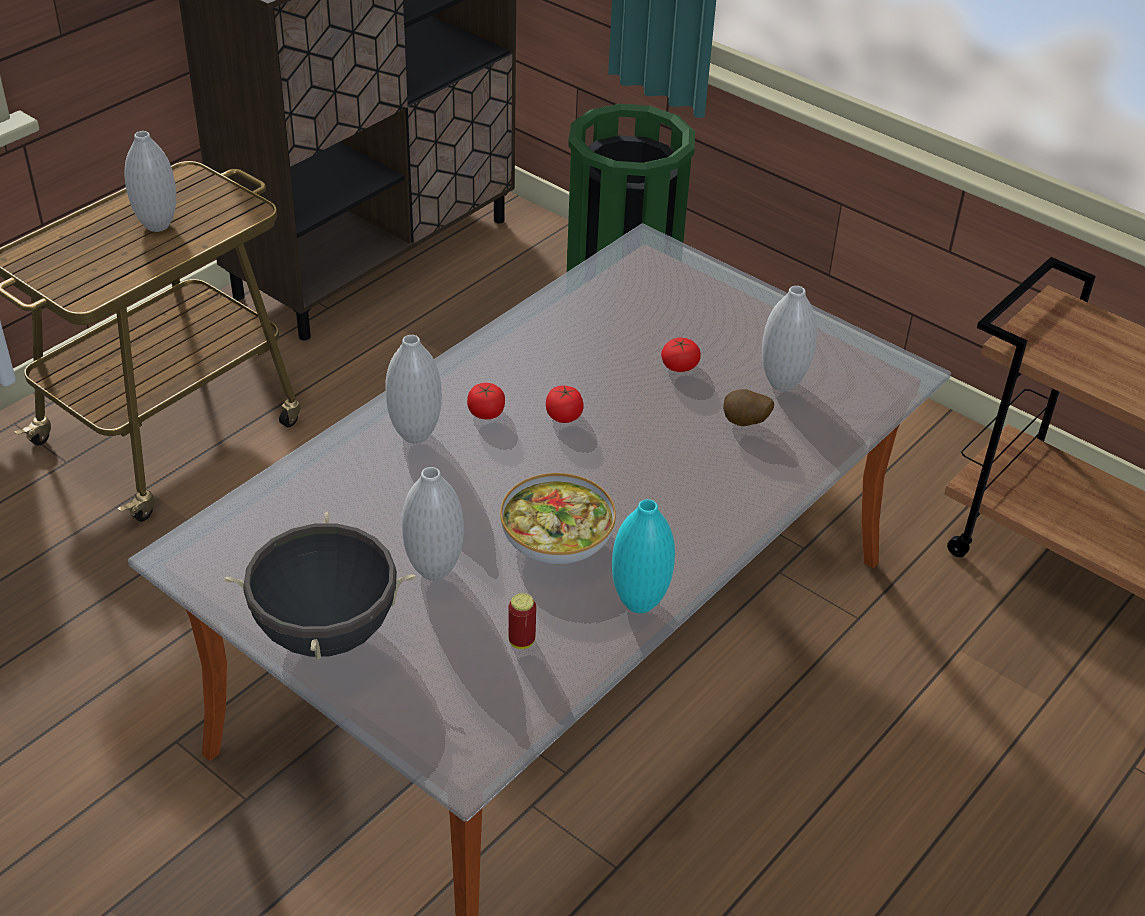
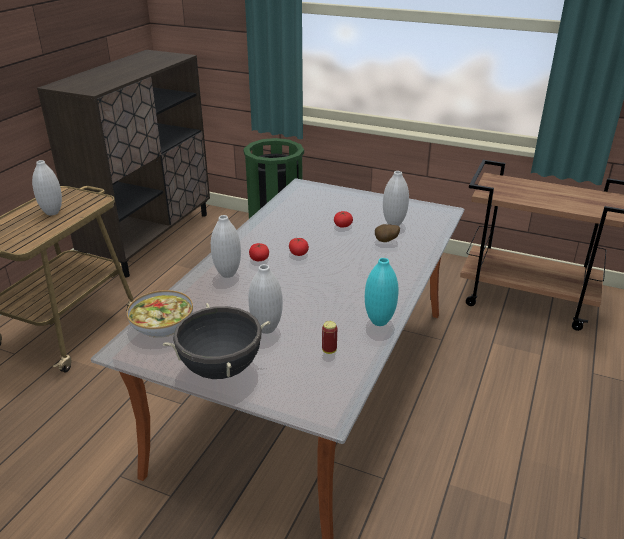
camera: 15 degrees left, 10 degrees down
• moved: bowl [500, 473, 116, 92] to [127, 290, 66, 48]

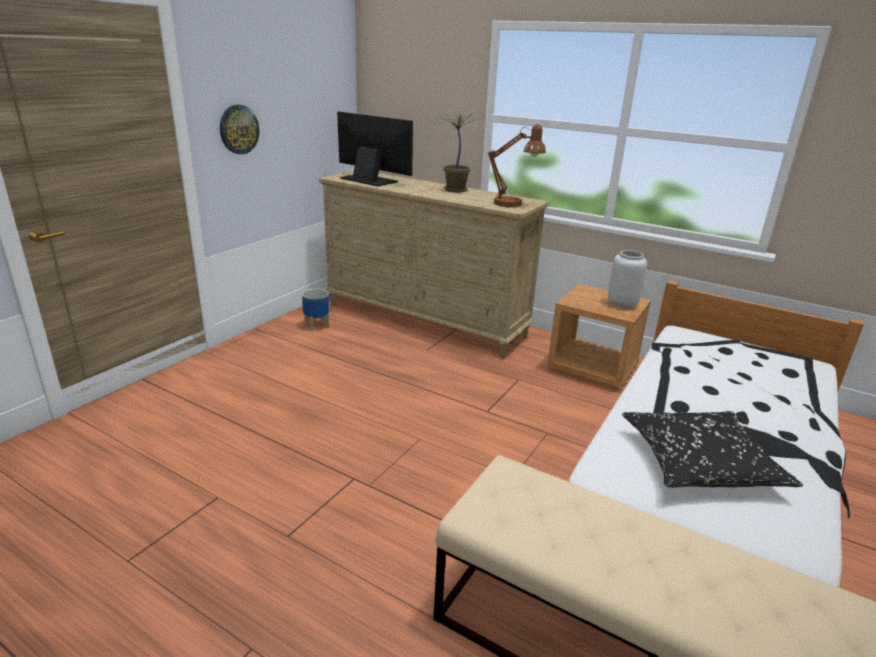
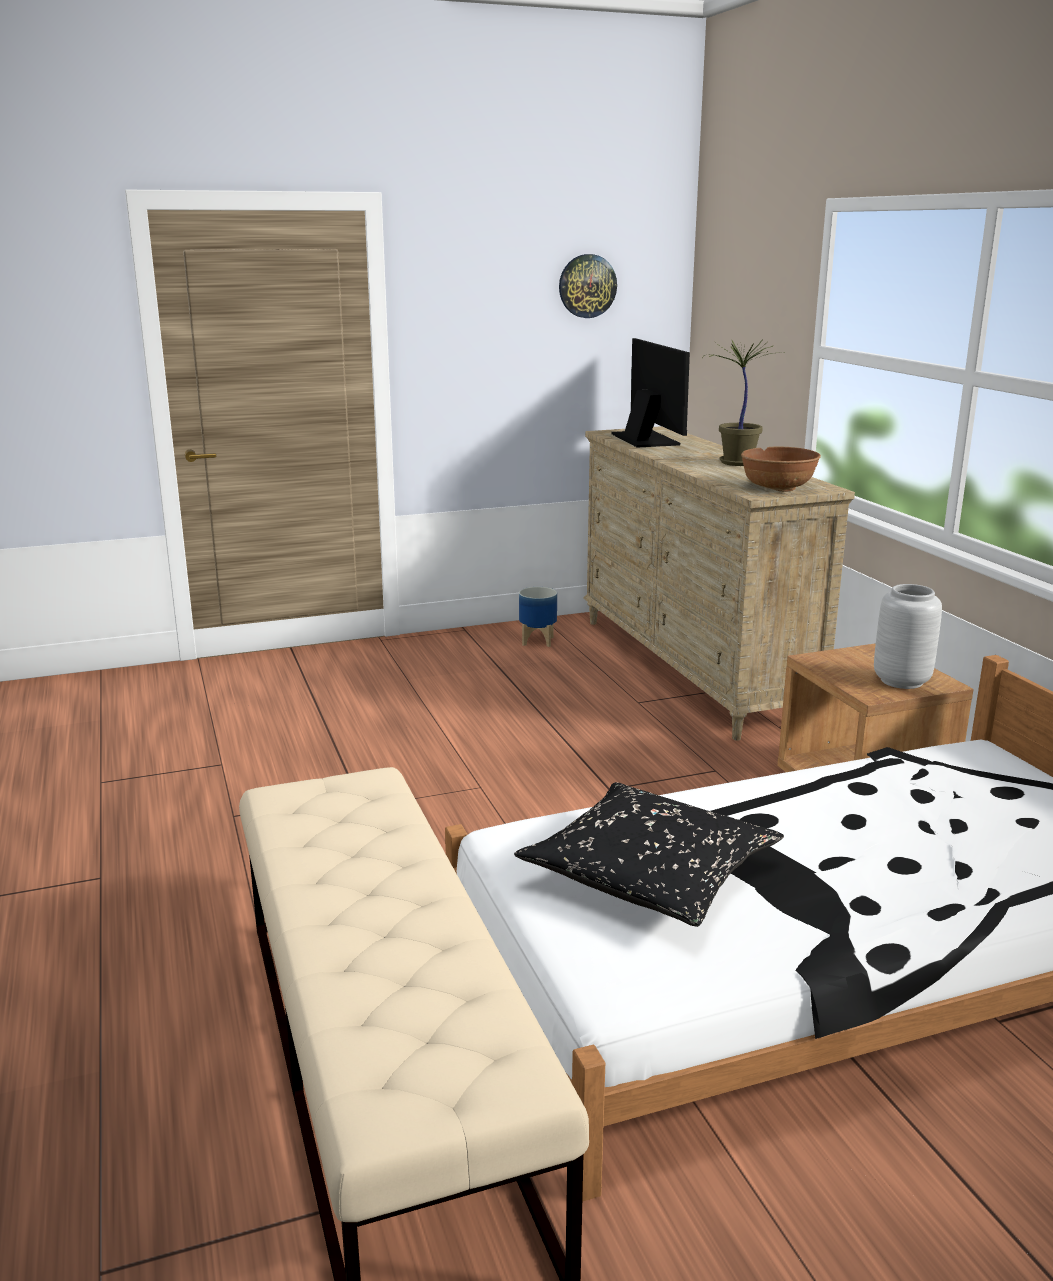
camera: 40 degrees right, 5 degrees down
• moved: wall_clock [220, 105, 39, 49] to [559, 254, 58, 64]
• replaced: brown_table_lamp [488, 124, 58, 83] to brown_bowl [741, 447, 80, 45]

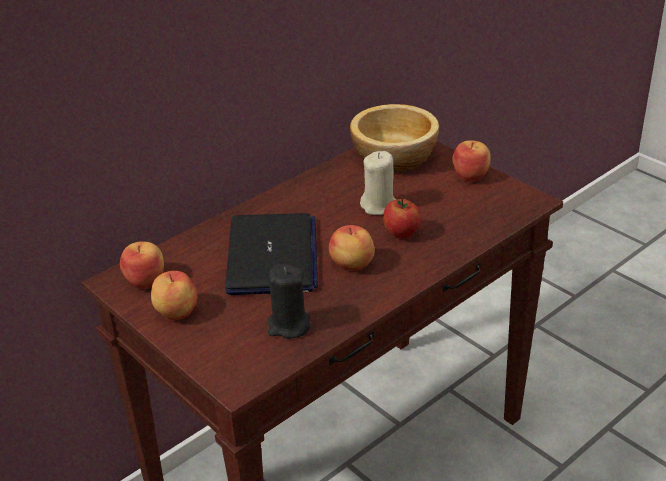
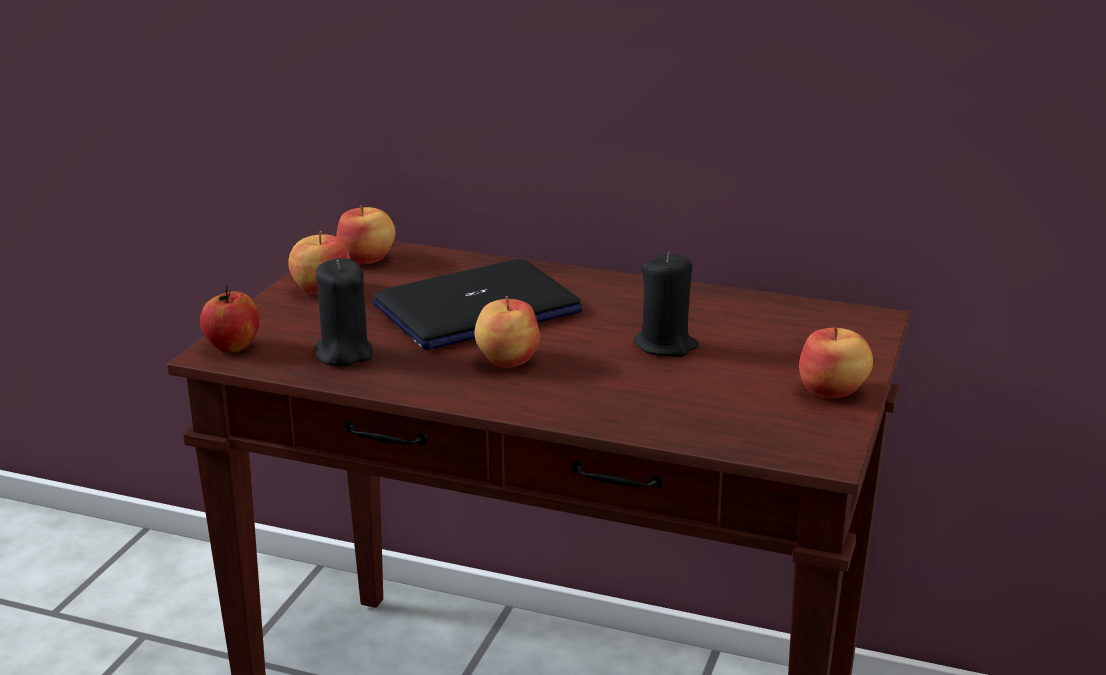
camera: 60 degrees right, 10 degrees down
• removed: bowl [350, 104, 89, 68]
• recoloured: beige_candle [360, 151, 36, 64] to black_candle [634, 252, 65, 105]
• moved: apple [383, 197, 39, 42] to [200, 284, 60, 69]

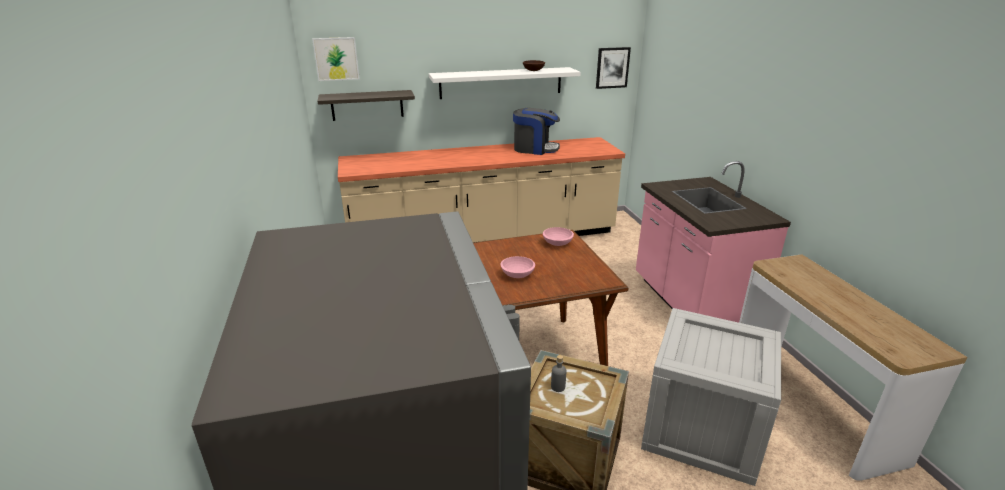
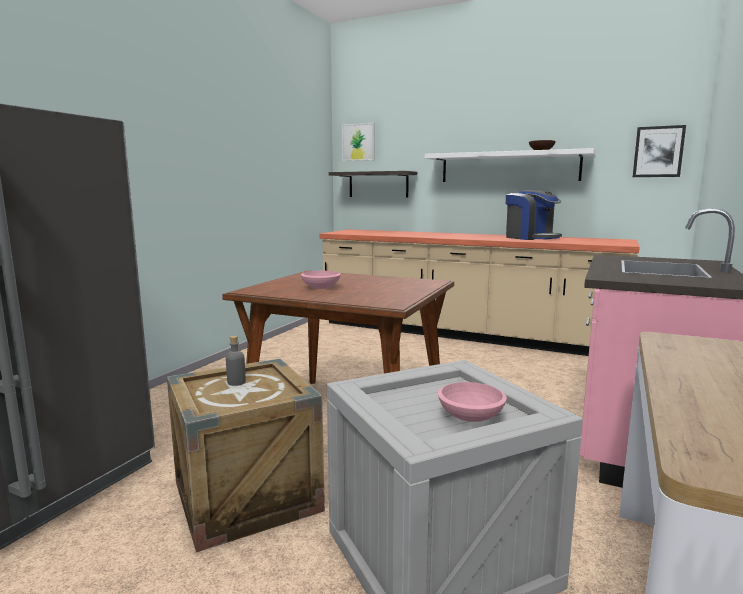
camera: 40 degrees right, 15 degrees down
• moved: pink_bowl [543, 227, 31, 19] to [438, 382, 69, 40]

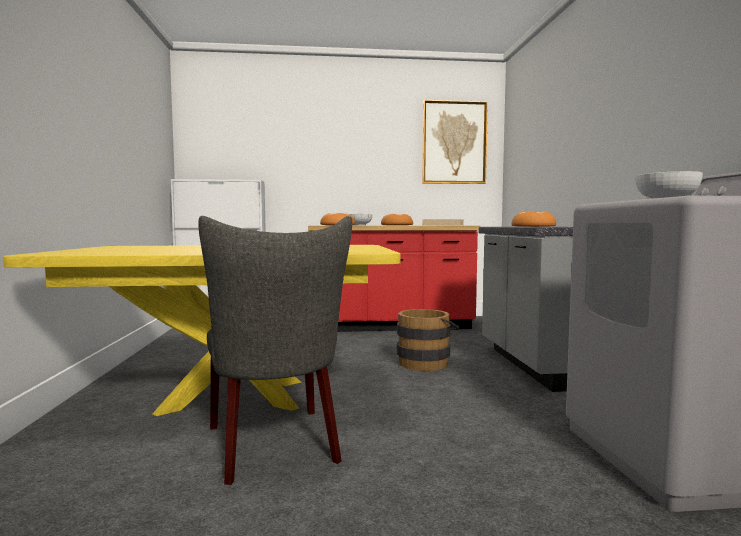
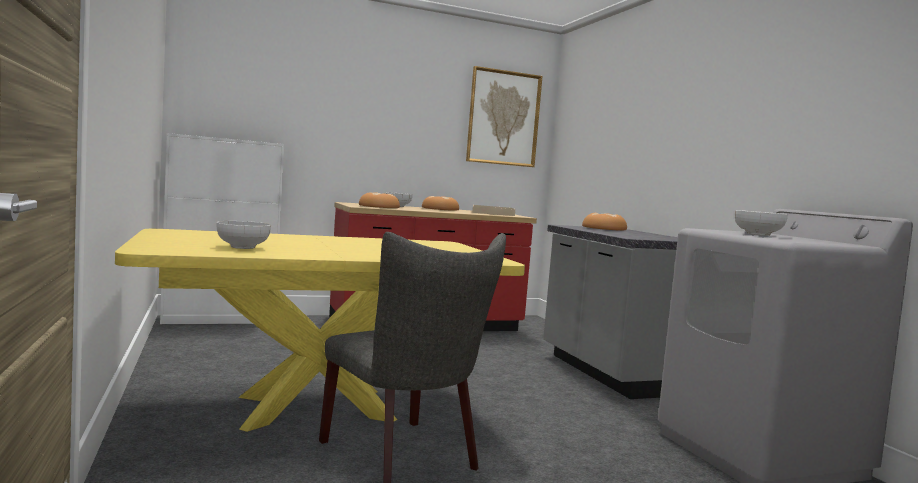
camera: 15 degrees left, 0 degrees up
• removed: brown_bucket [397, 309, 62, 62]
• added: bowl [216, 221, 55, 28]

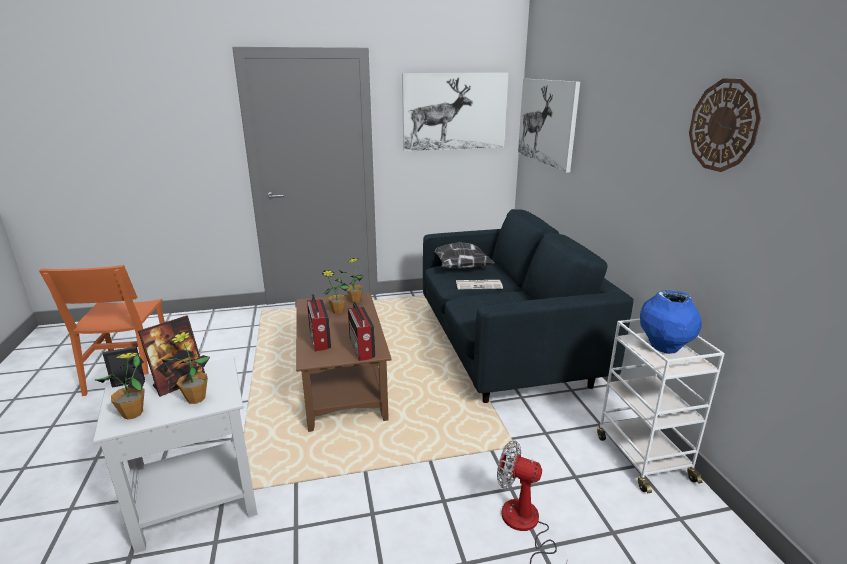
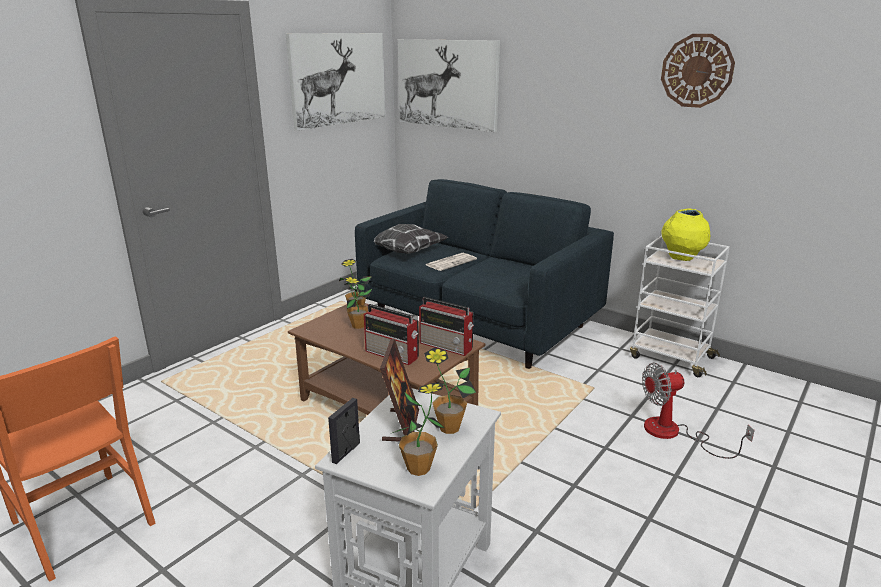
camera: 40 degrees left, 0 degrees up
• recoloured: blue_vase [640, 290, 62, 64] to yellow_vase [662, 209, 48, 52]

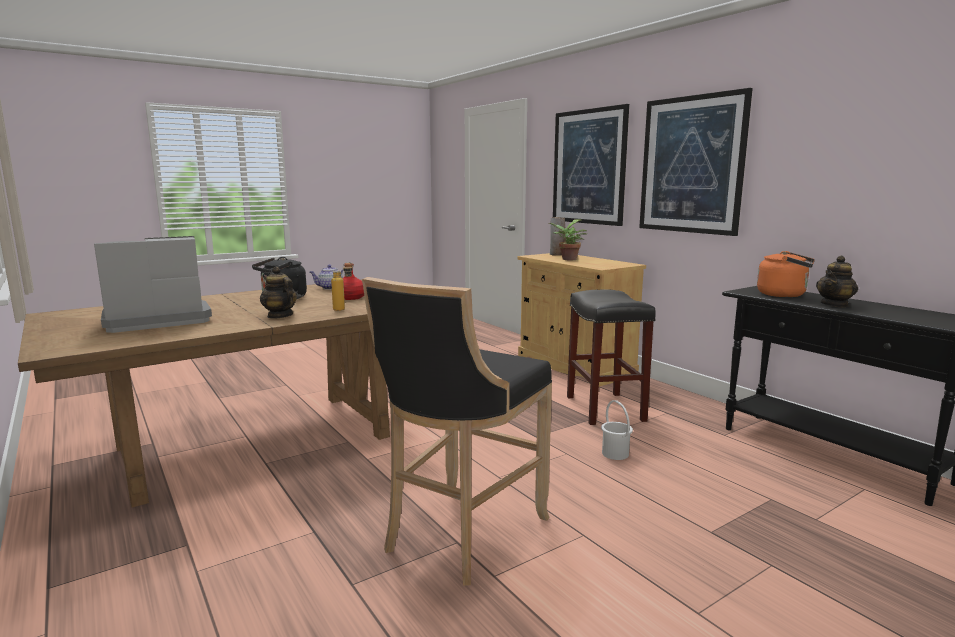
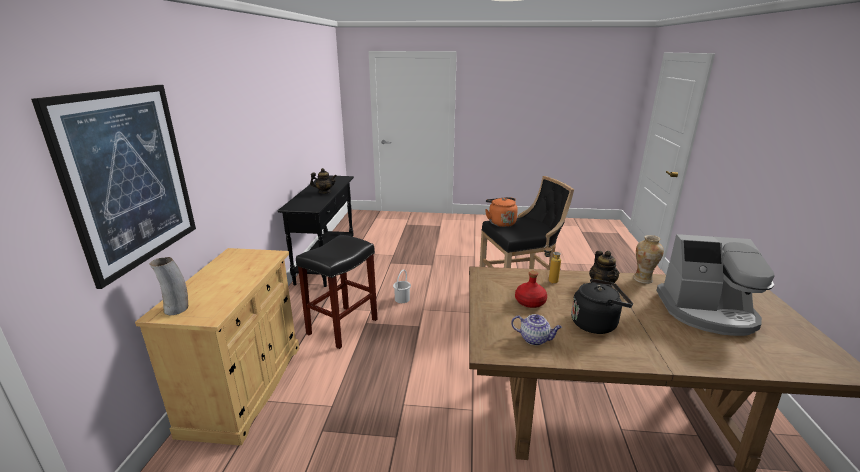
camera: 140 degrees left, 10 degrees up
• removed: picture [639, 88, 114, 148]
• removed: potted_plant [548, 219, 39, 41]
• moved: orange_kettle [757, 251, 58, 46] to [485, 197, 33, 30]
• added: vase [633, 235, 31, 49]

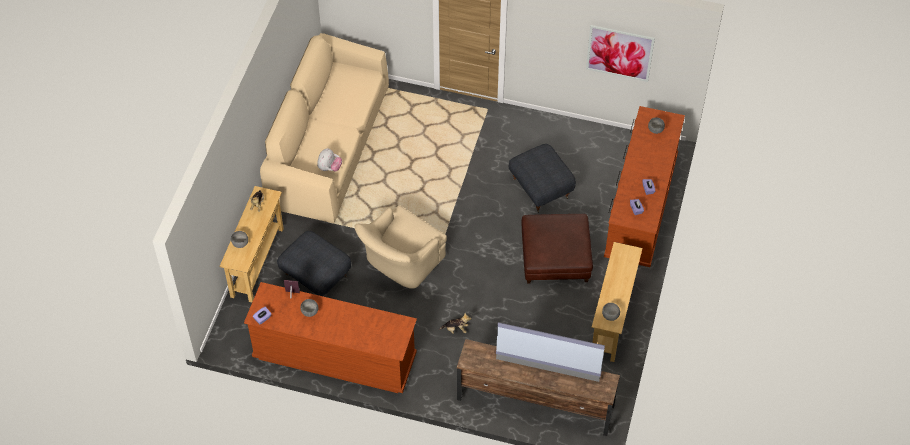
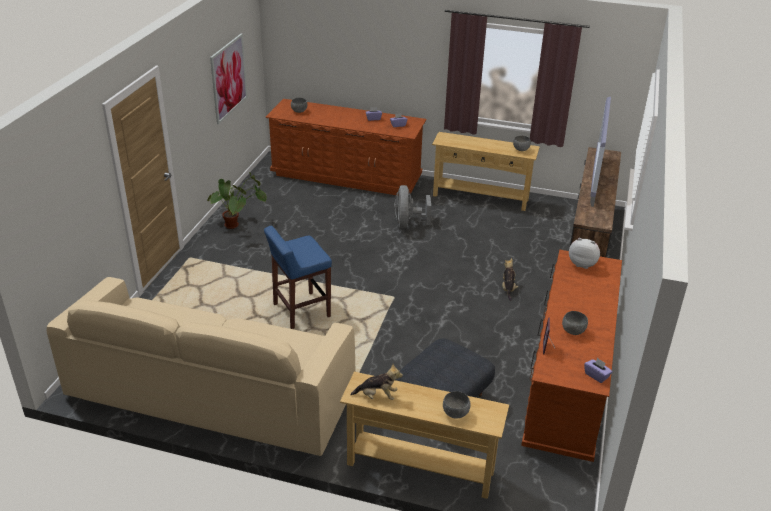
camera: 90 degrees left, 20 degrees down
• removed: grey_ottoman [509, 144, 67, 69]
• moved: plush_toy [317, 148, 25, 23] to [569, 238, 31, 31]
• removed: beige_armchair [354, 205, 93, 84]
• replaced: brown_ottoman [521, 214, 72, 70] to grey_fan [394, 185, 37, 43]
• added: potted_plant [207, 172, 60, 57]
• added: blue_stool [264, 225, 68, 104]

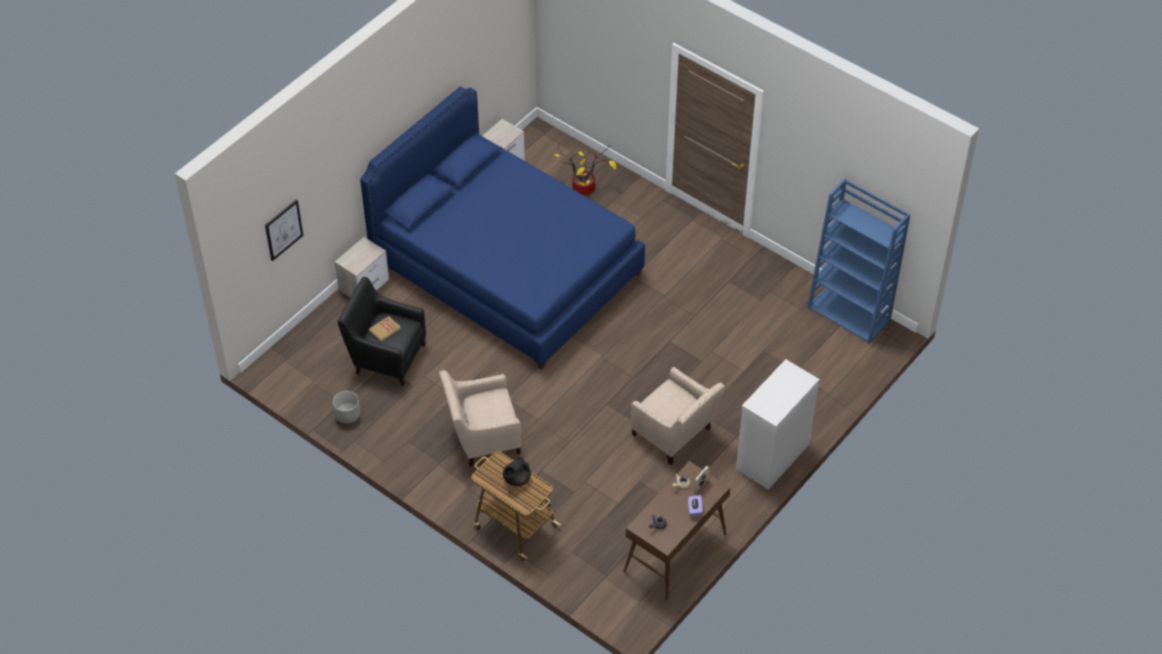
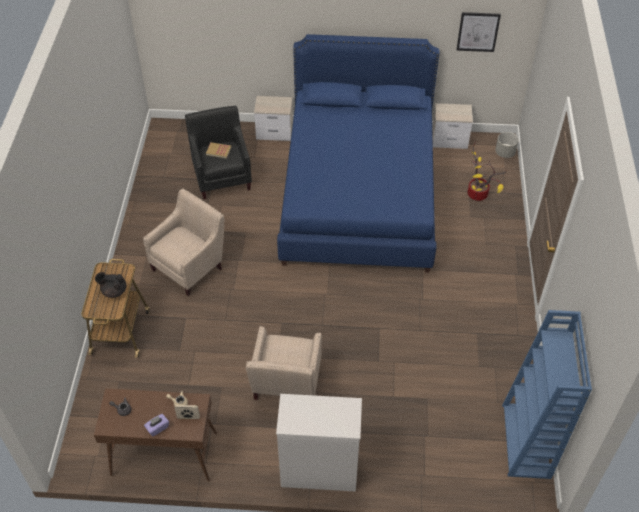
camera: 55 degrees right, 0 degrees up
• moved: picture [265, 199, 38, 62] to [457, 12, 44, 40]
• turned: beige_armchair [439, 370, 82, 97] = [143, 189, 81, 107] 90 degrees clockwise
• moved: grey_planter [333, 391, 27, 32] to [495, 132, 24, 26]

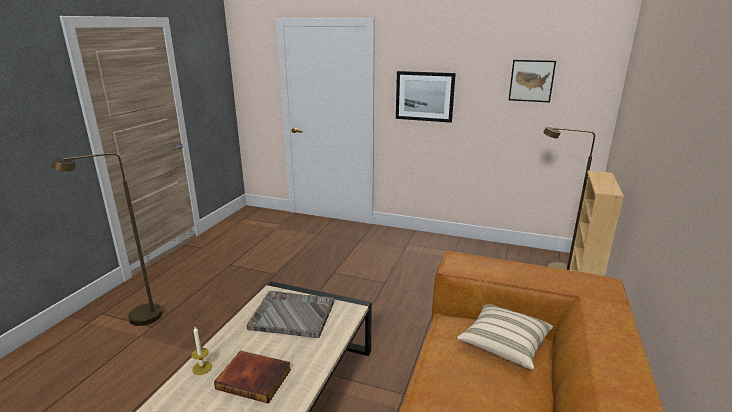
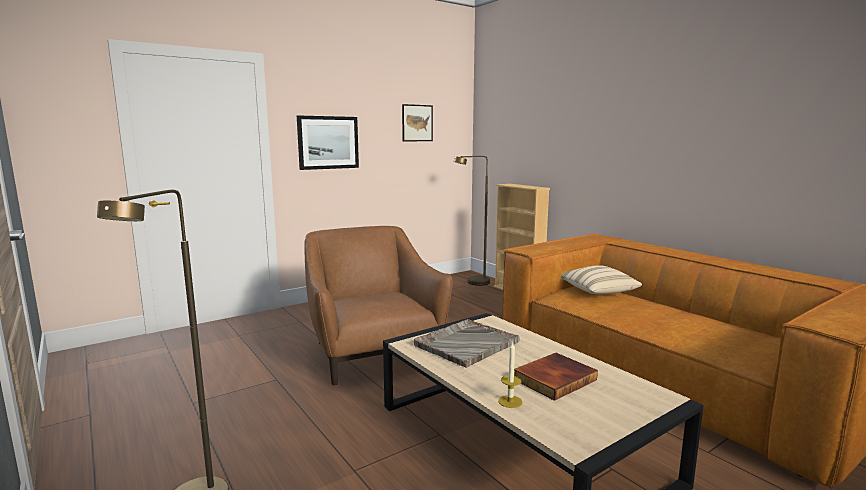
camera: 55 degrees left, 10 degrees down
• added: brown_armchair [304, 226, 148, 159]

